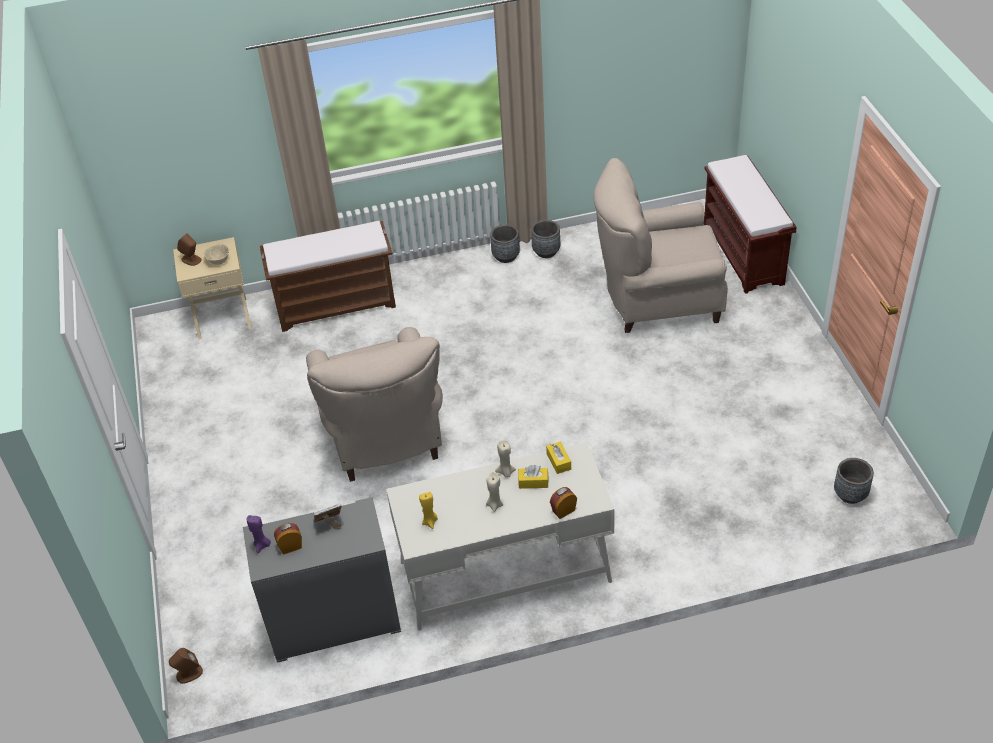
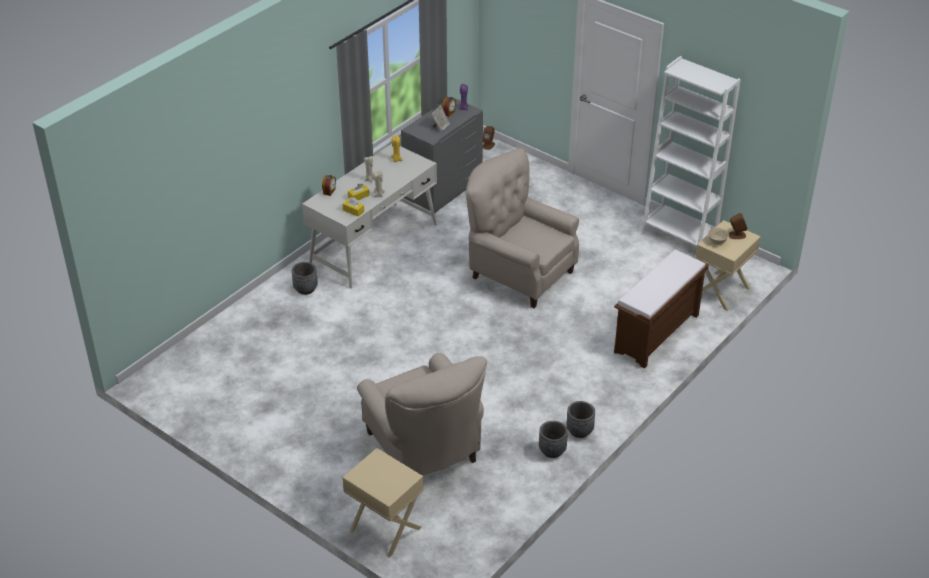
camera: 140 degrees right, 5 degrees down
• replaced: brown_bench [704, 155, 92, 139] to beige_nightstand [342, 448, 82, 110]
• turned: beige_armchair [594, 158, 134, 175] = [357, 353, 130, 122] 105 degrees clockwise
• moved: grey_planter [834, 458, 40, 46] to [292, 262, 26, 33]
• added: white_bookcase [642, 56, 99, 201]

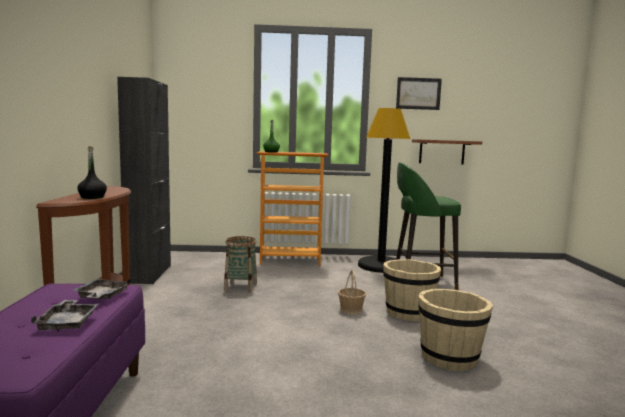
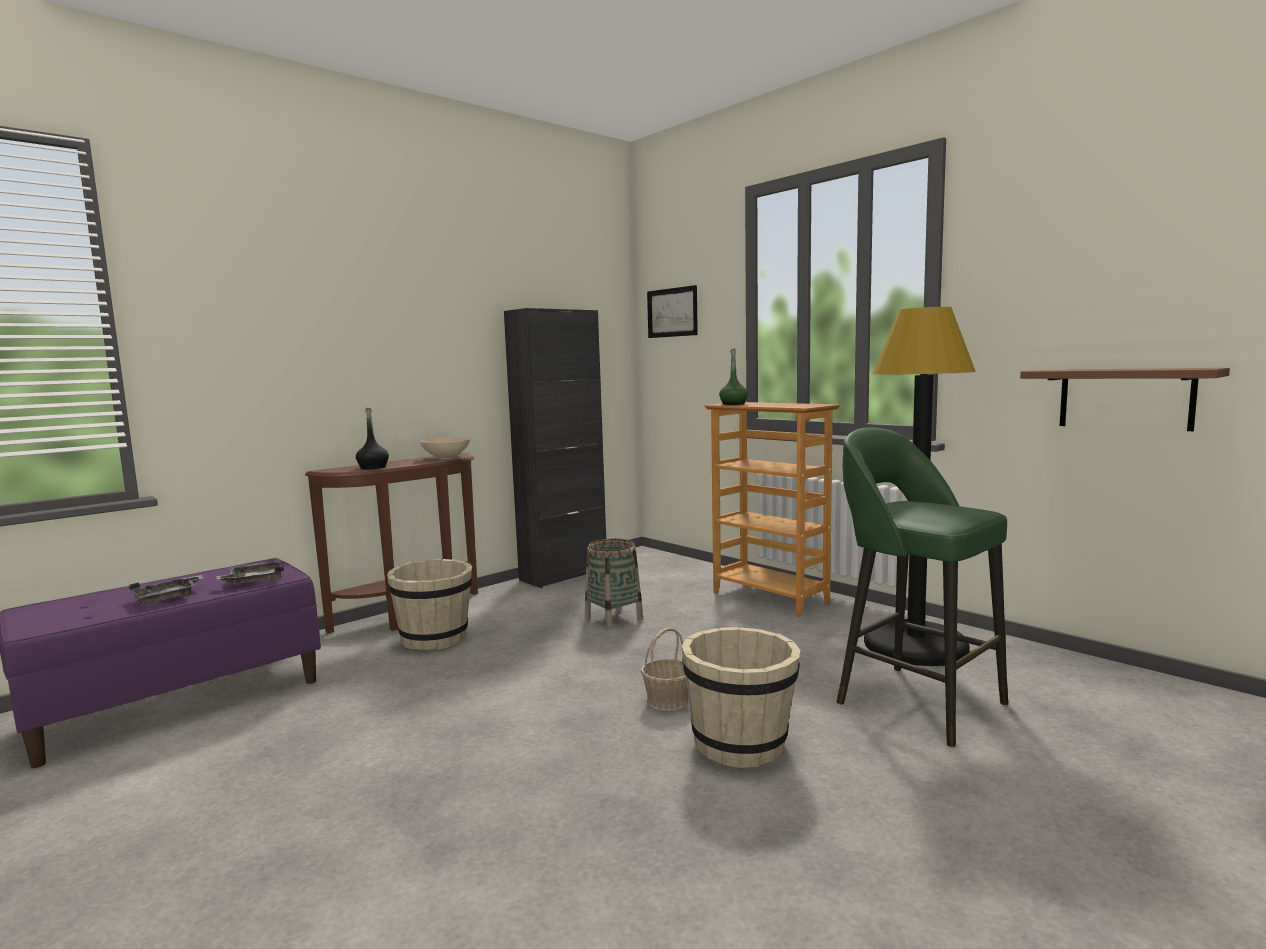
camera: 50 degrees right, 0 degrees up
• moved: picture [396, 77, 46, 33] to [647, 285, 51, 53]
• moved: beige_bucket [418, 289, 75, 83] to [387, 558, 85, 92]
• added: beige_bowl [420, 437, 50, 22]

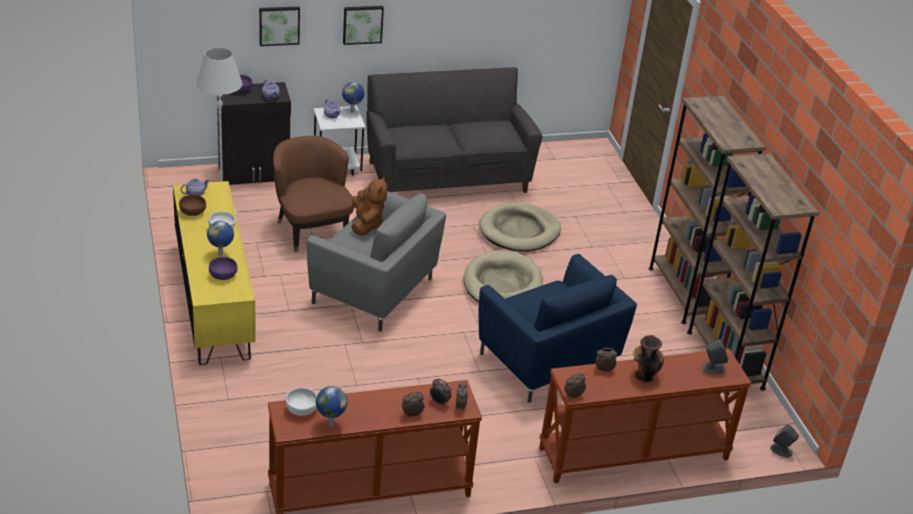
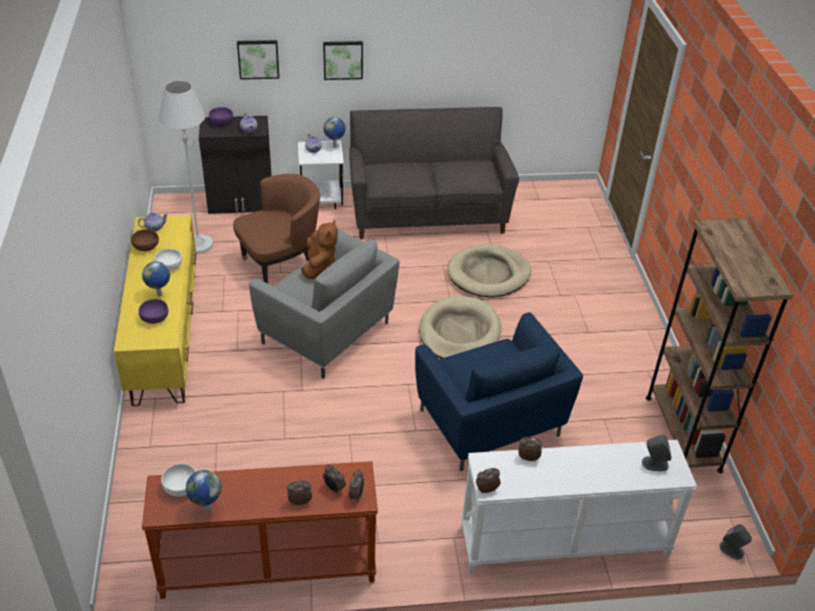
camera: 10 degrees right, 5 degrees up
• removed: brown_bookcase [648, 95, 118, 229]
• turned: brown_armchair [273, 136, 81, 116] = [233, 174, 87, 109] 75 degrees clockwise
• removed: vase [633, 335, 31, 47]
• recoloured: brown_console_table [539, 349, 213, 134] to white_console_table [461, 440, 236, 133]

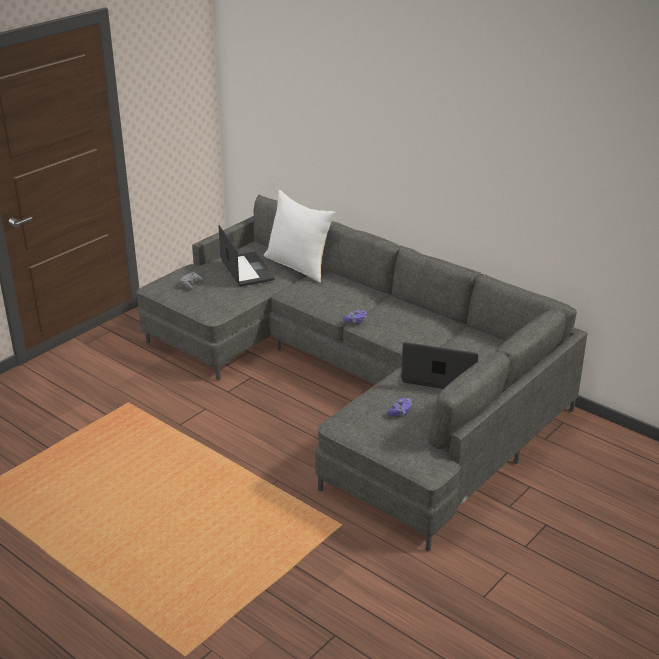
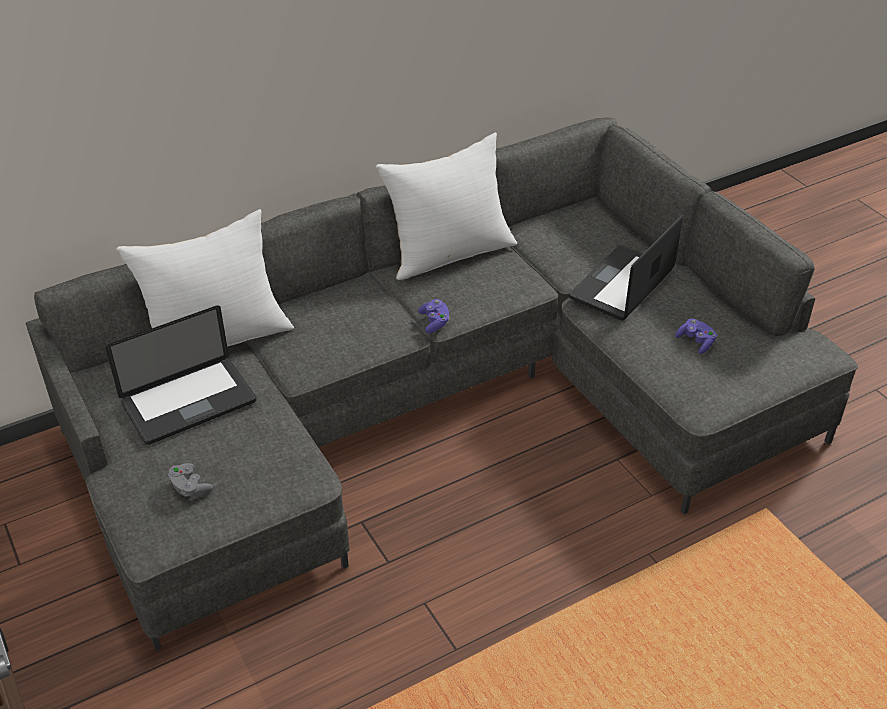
camera: 70 degrees left, 10 degrees up
• turned: laptop [219, 225, 56, 61] = [106, 305, 151, 140] 150 degrees clockwise
• added: white_pillow [375, 133, 142, 147]

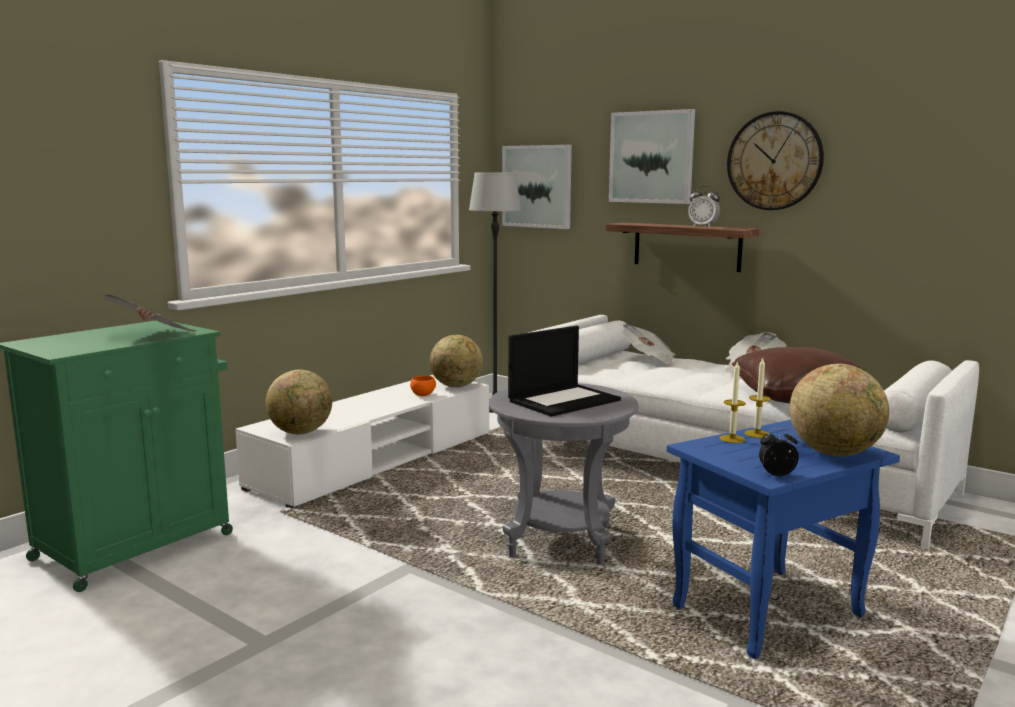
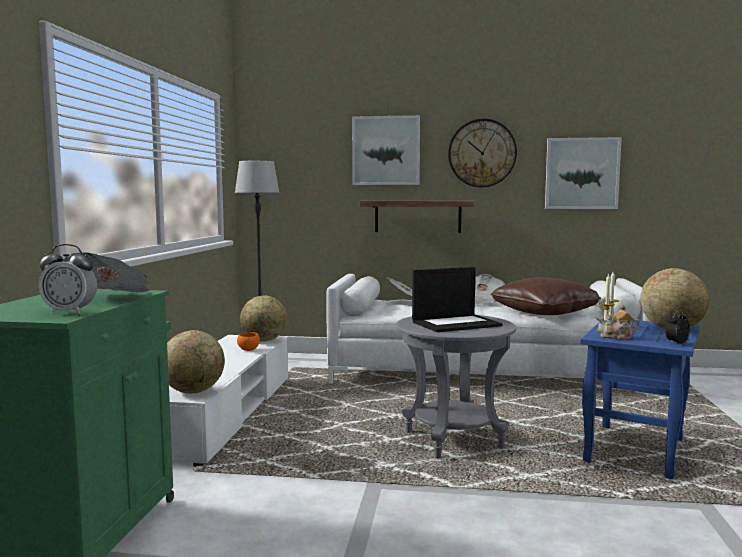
camera: 30 degrees left, 5 degrees down
• moved: picture [502, 145, 70, 84] to [545, 137, 77, 72]
• moved: alarm_clock [688, 186, 32, 42] to [39, 244, 58, 70]
• turned: laptop [508, 326, 113, 91] = [412, 267, 91, 65] 45 degrees clockwise
• added: teapot [596, 305, 44, 35]

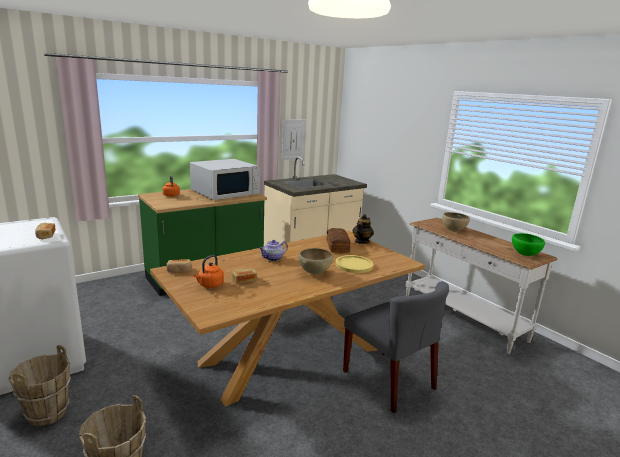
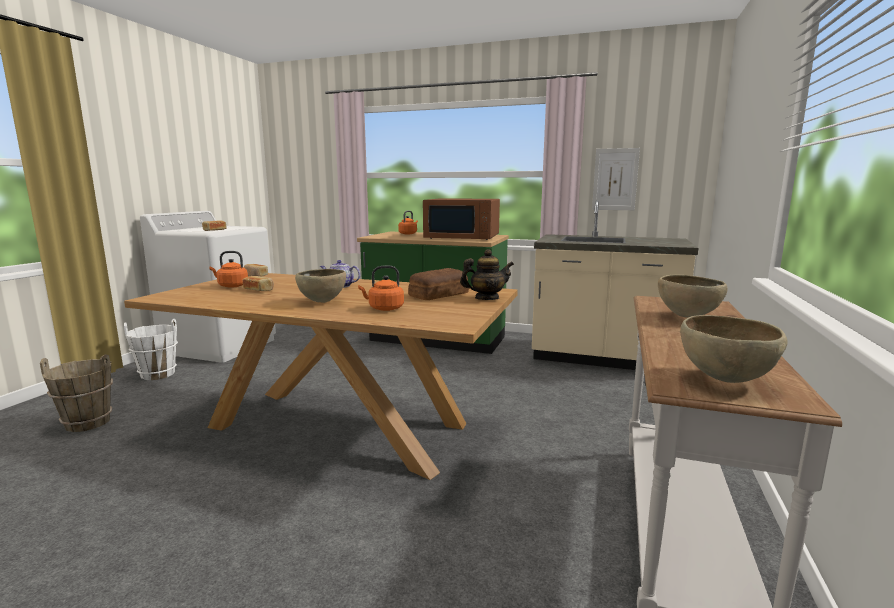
camera: 55 degrees right, 5 degrees down
• recoloured: white_microwave [190, 159, 70, 41] to brown_microwave [423, 198, 77, 42]
• recoloured: green_bowl [512, 233, 33, 23] to brown_bowl [680, 315, 108, 68]
• replaced: yellow_plate [335, 255, 38, 18] to orange_kettle [358, 266, 46, 45]
• removed: grey_chair [343, 281, 106, 132]
• recoloured: brown_bucket [9, 345, 62, 81] to white_bucket [124, 319, 54, 61]

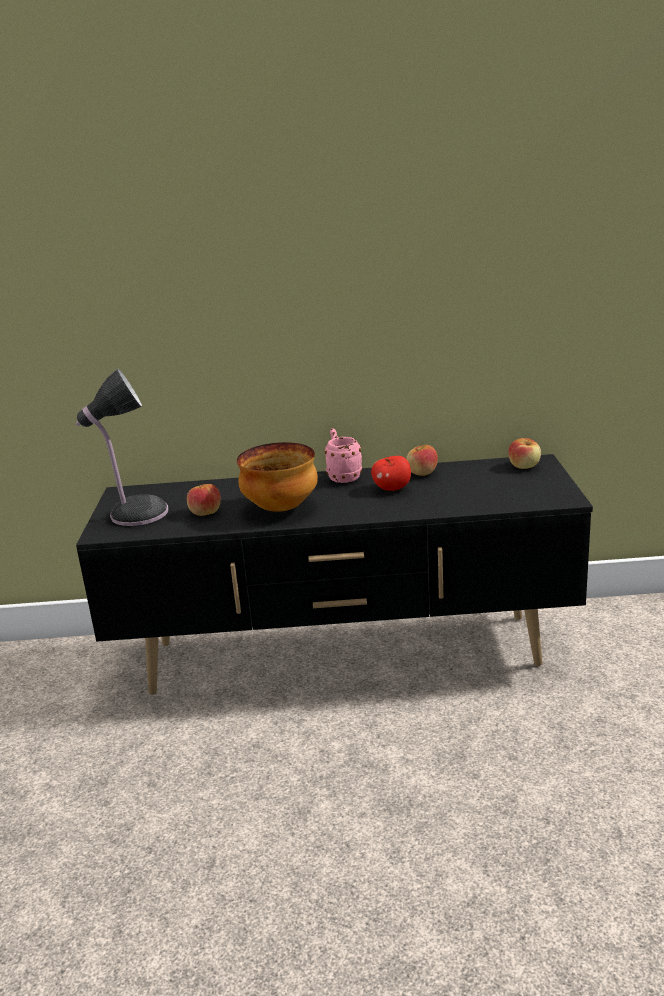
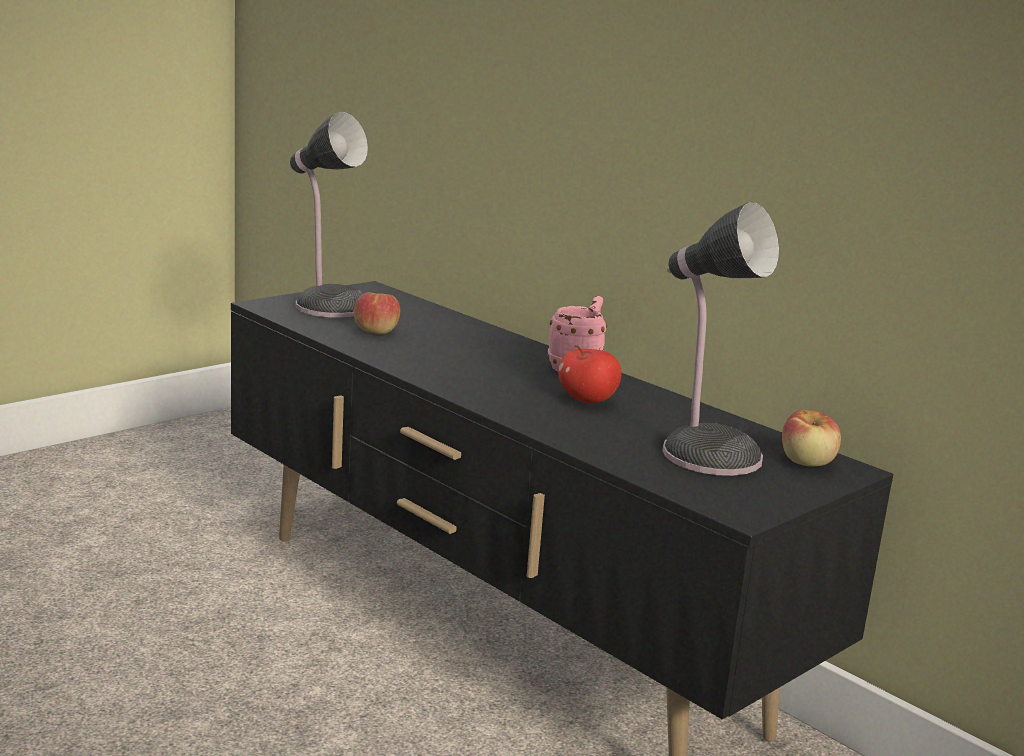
camera: 45 degrees right, 5 degrees down
• removed: bowl [237, 442, 81, 70]
• removed: apple [406, 445, 32, 31]
• added: table_lamp [662, 202, 117, 274]

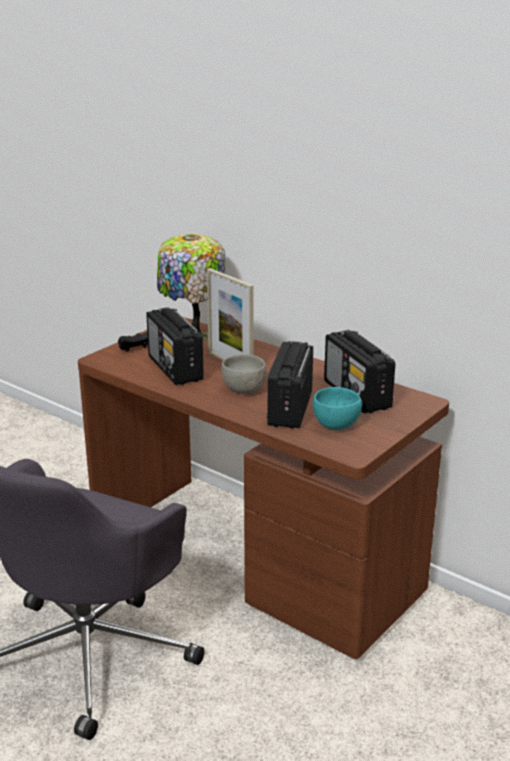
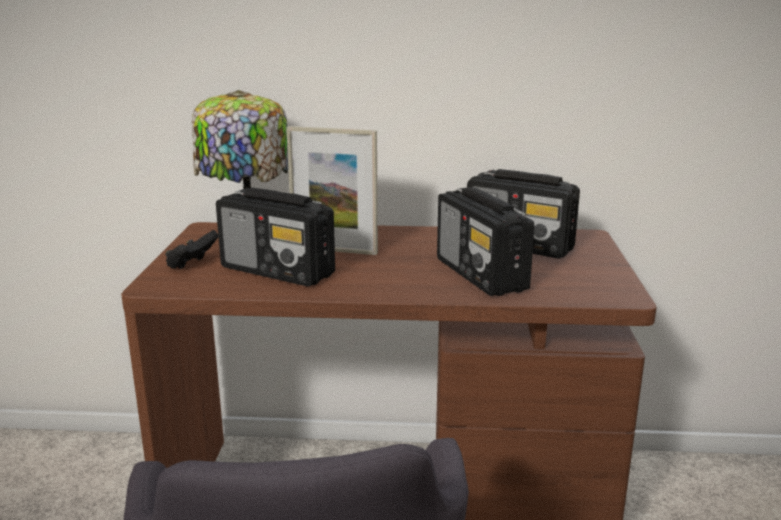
camera: 35 degrees left, 5 degrees down
• removed: grey_bowl [221, 354, 46, 40]
• removed: turquoise_bowl [313, 387, 49, 43]

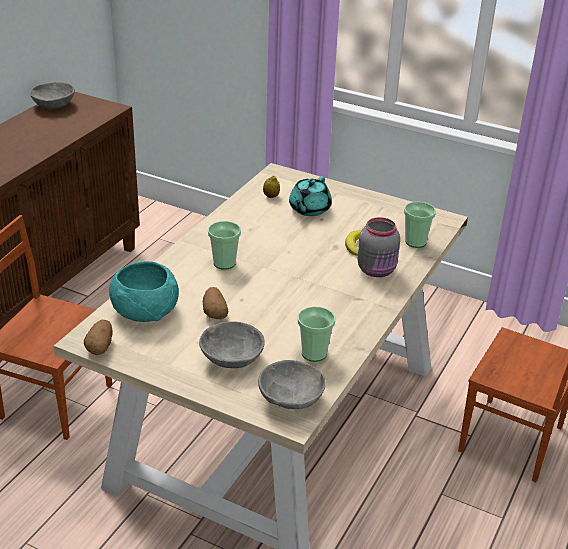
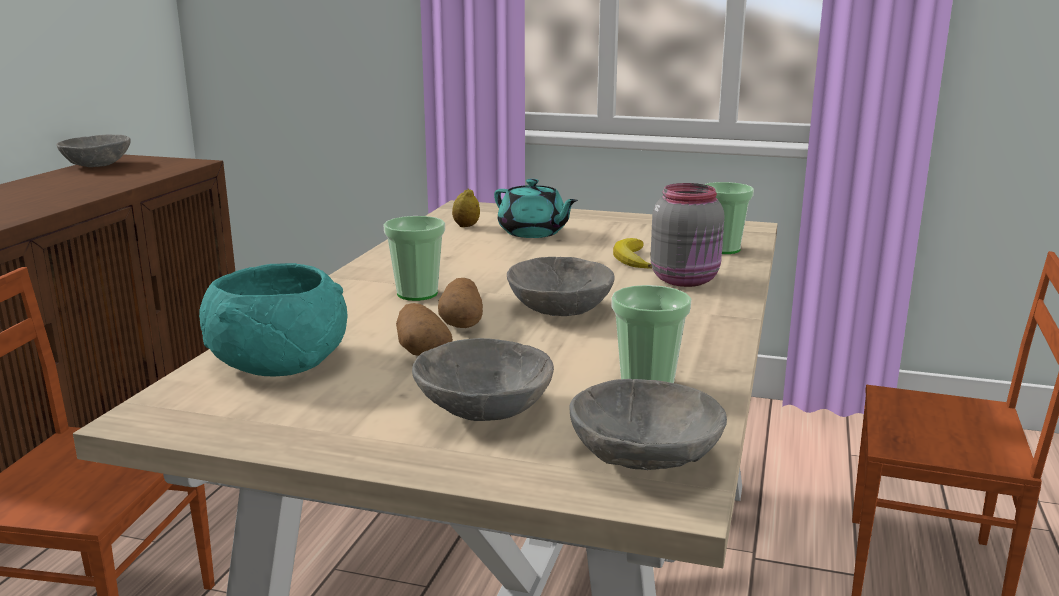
camera: 10 degrees left, 15 degrees down
• turned: turquoise_teapot [289, 177, 43, 39] = [494, 179, 84, 59] 60 degrees counterclockwise
• moved: potato [84, 320, 29, 35] to [438, 278, 45, 50]
• added: grey_bowl [507, 257, 108, 59]

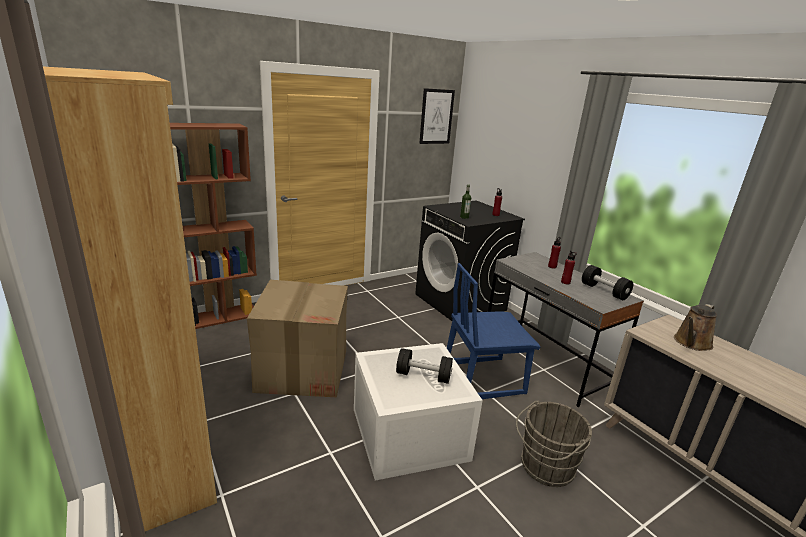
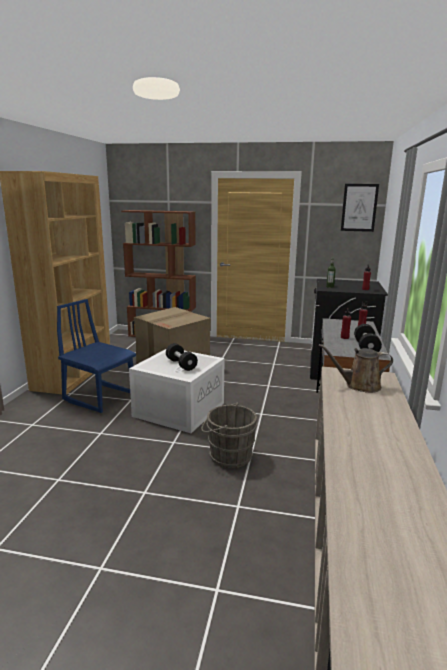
camera: 45 degrees right, 5 degrees down
• moved: blue_chair [447, 263, 93, 136] to [57, 299, 79, 114]

